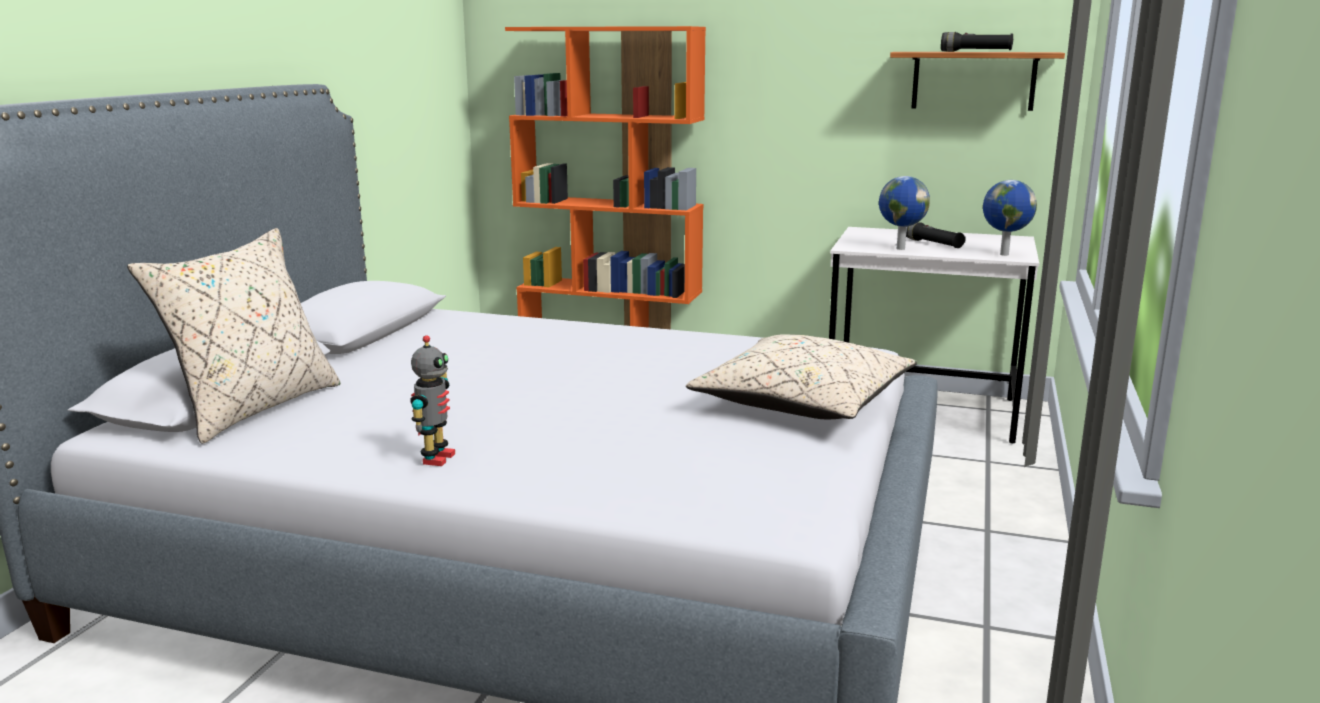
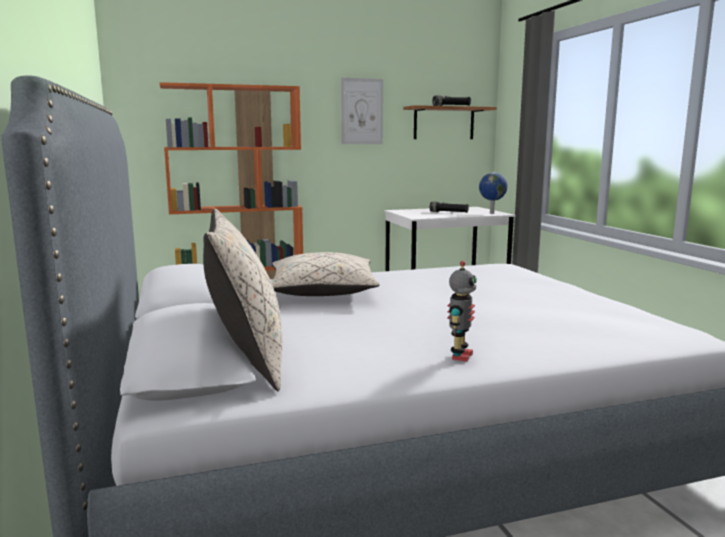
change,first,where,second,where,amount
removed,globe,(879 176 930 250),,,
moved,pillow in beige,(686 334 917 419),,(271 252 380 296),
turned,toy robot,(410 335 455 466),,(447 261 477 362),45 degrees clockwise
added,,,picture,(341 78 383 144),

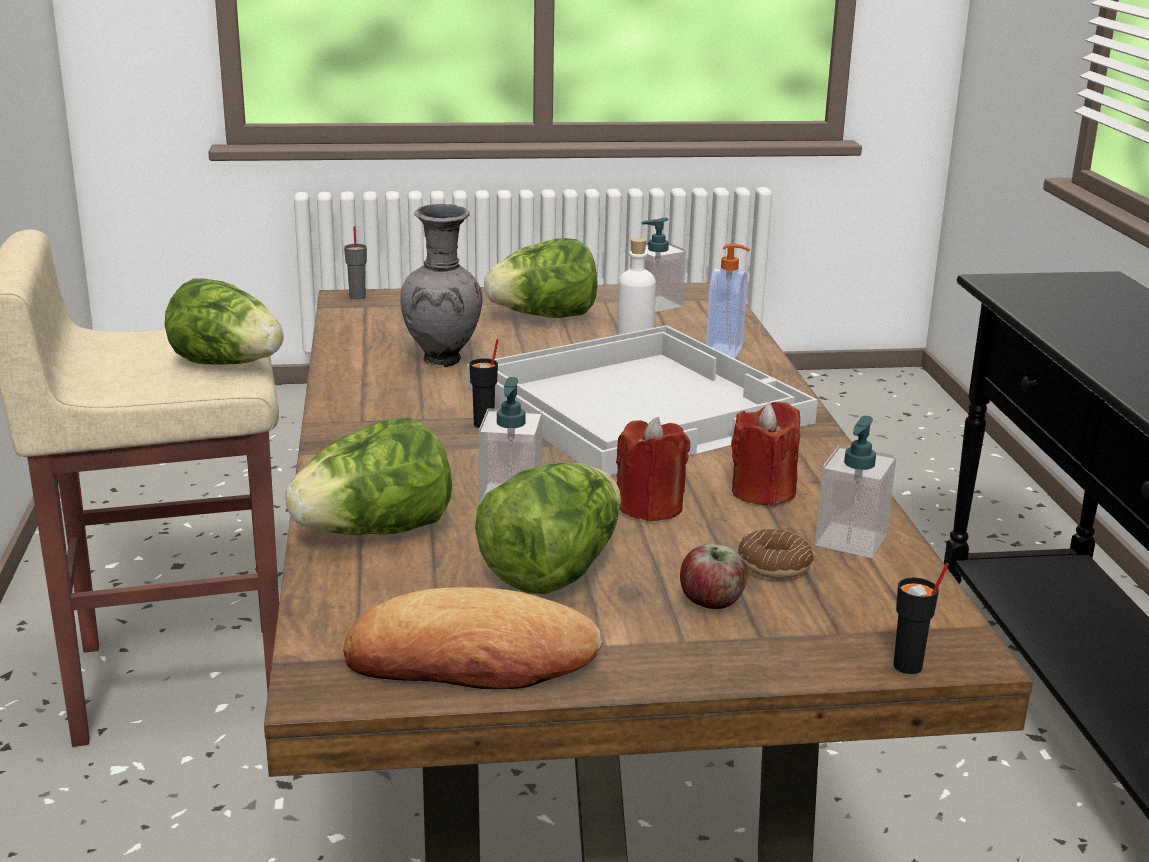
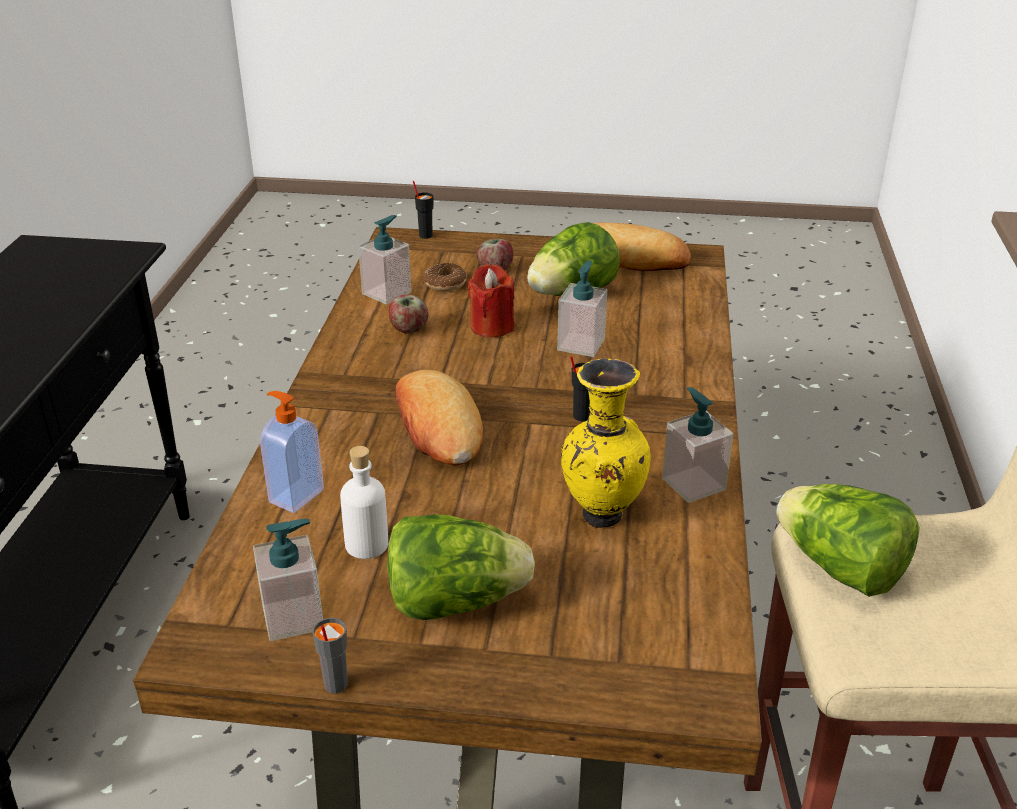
change,first,where,second,where,amount
recoloured,vase in grey,(400 204 482 368),vase in yellow,(561 358 651 528),
moved,cup in grey,(344 227 367 299),,(312 618 348 693),
replaced,tray in white,(467 325 818 476),bread,(395 370 483 465),
replaced,candle in red,(731 402 800 506),apple,(389 295 428 333),
removed,lettuce,(285 418 452 535),,,
added,,,soap dispenser,(662 387 734 503),

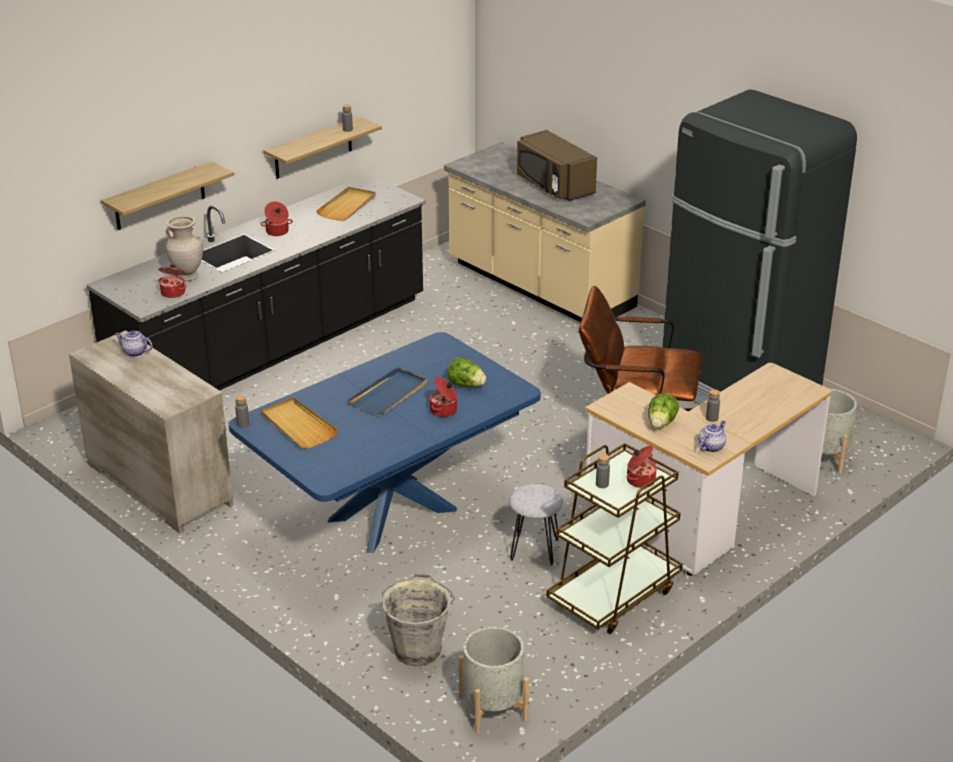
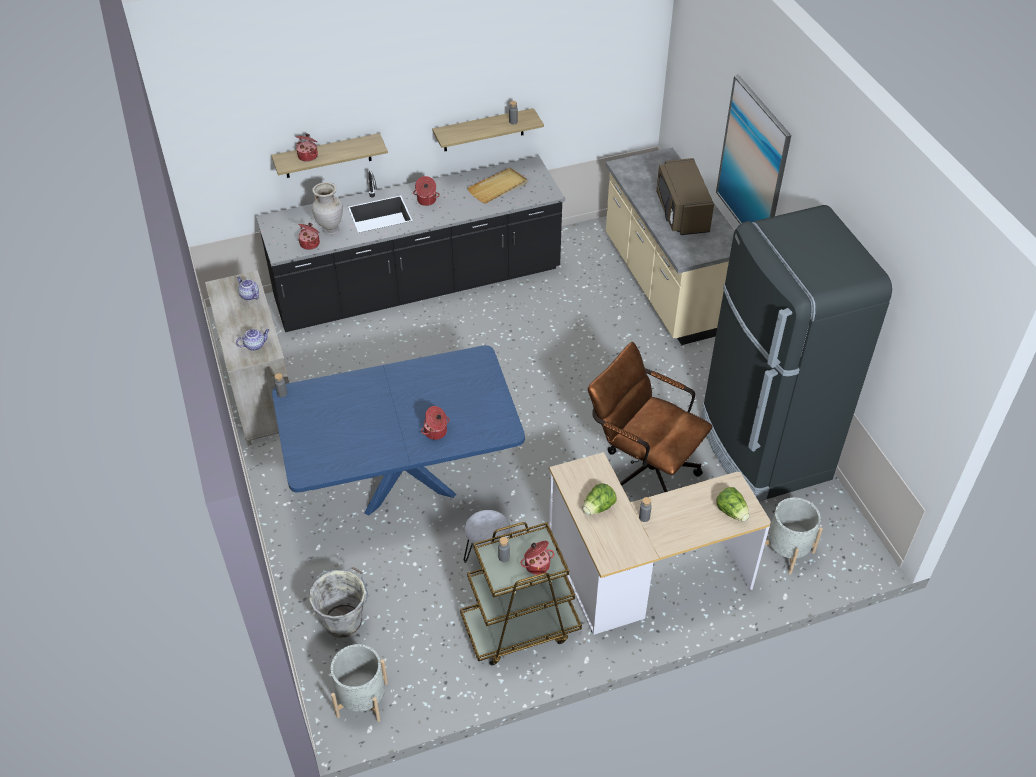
change,first,where,second,where,amount
moved,lettuce,(447 357 486 387),,(716 487 749 521),
removed,tray in blue,(348 367 427 416),,,
removed,tray in beige,(261 398 338 448),,,
moved,teapot,(698 421 726 452),,(236 329 270 351),
added,,,picture,(716 75 791 224),
added,,,cooking pot,(295 133 318 162),

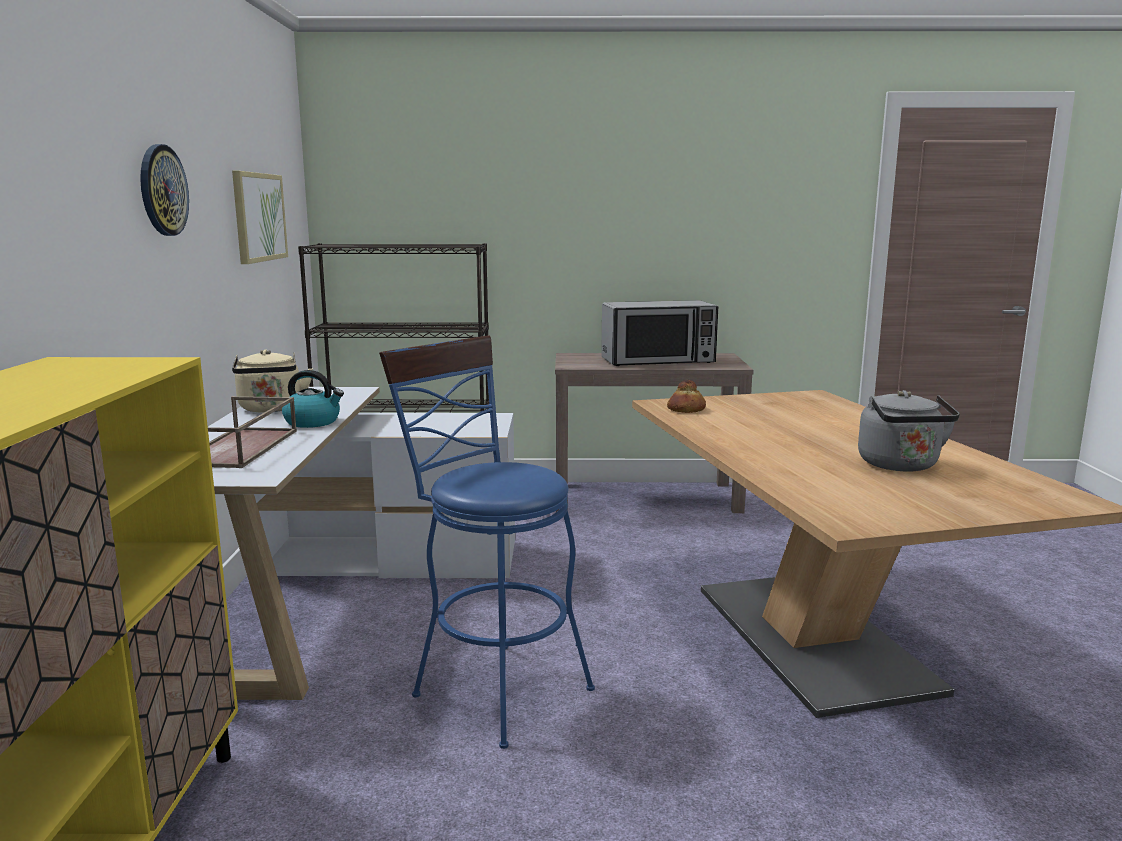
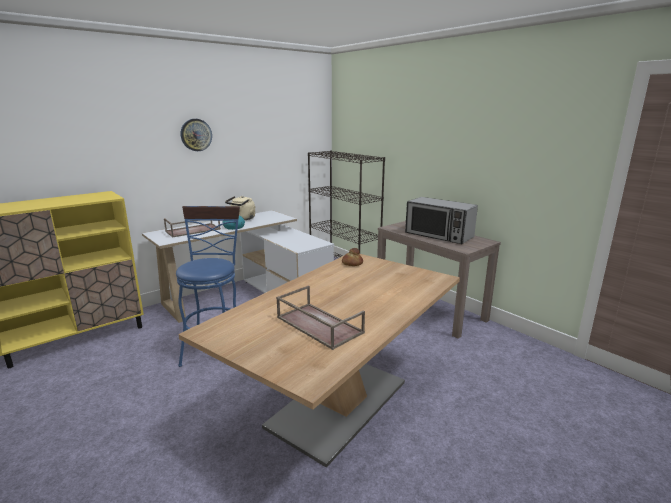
change,first,where,second,where,amount
removed,picture,(232 171 288 264),,,
replaced,kettle in grey,(858 390 960 472),tray in brown,(276 285 365 350),

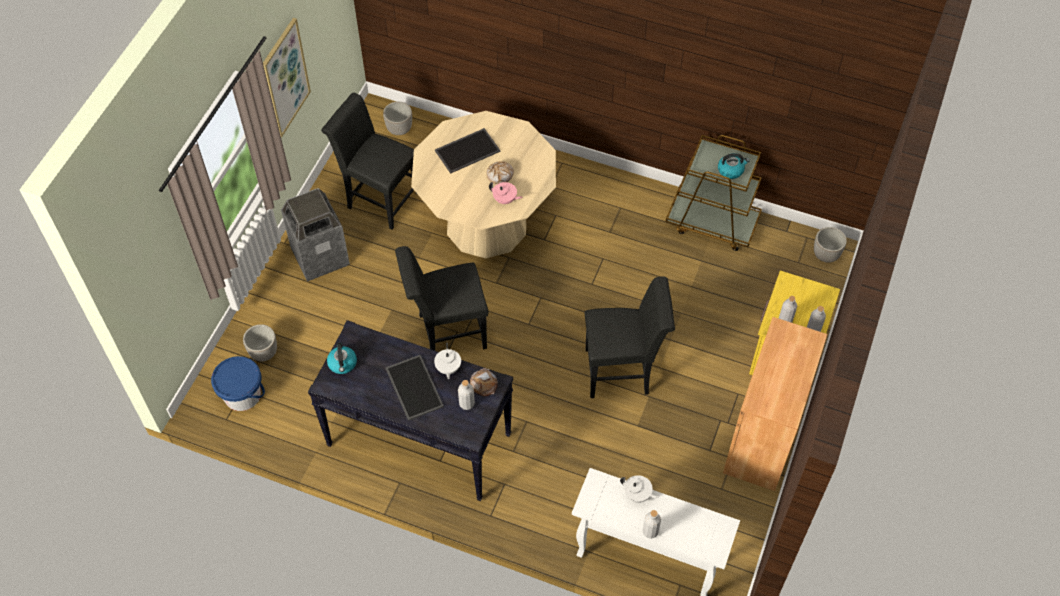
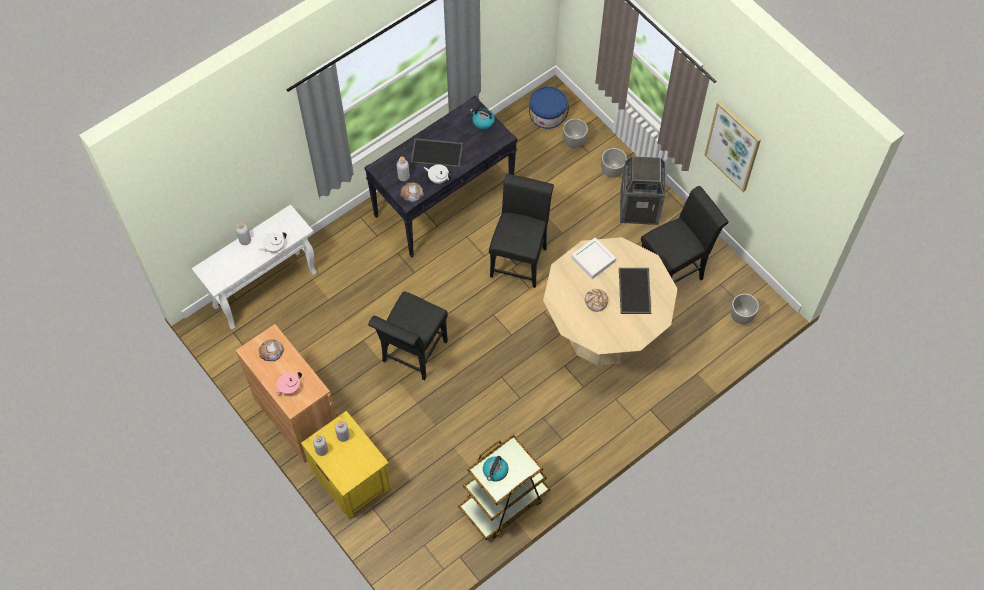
change,first,where,second,where,amount
moved,teapot in pink,(489 182 523 205),,(273 372 302 395),
moved,planter,(814 227 847 263),,(601 148 627 178),
added,,,tray in white,(572 237 616 279),
added,,,bread,(259 339 284 361),

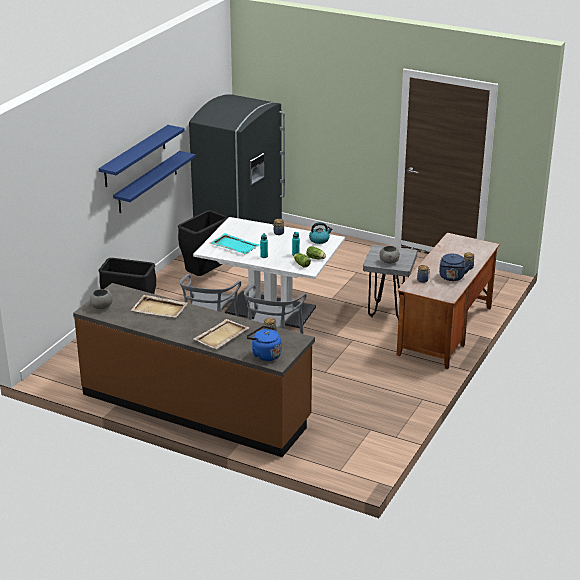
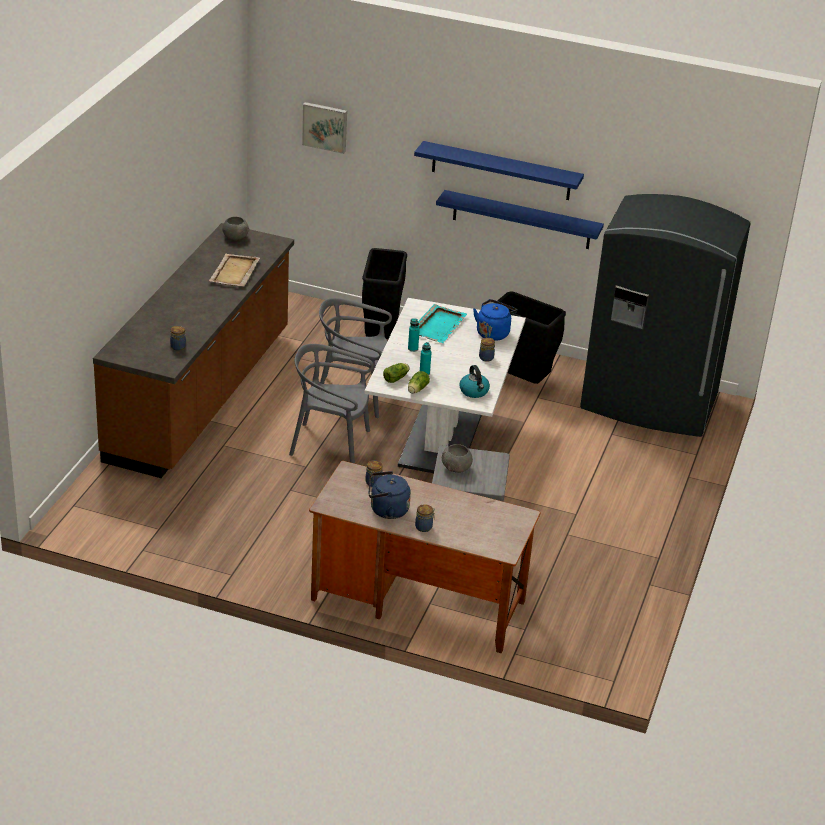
change,first,where,second,where,amount
removed,tray in beige,(194 319 249 349),,,
moved,kettle in blue,(246 326 281 361),,(473 299 517 341),
added,,,picture,(302 102 347 154),

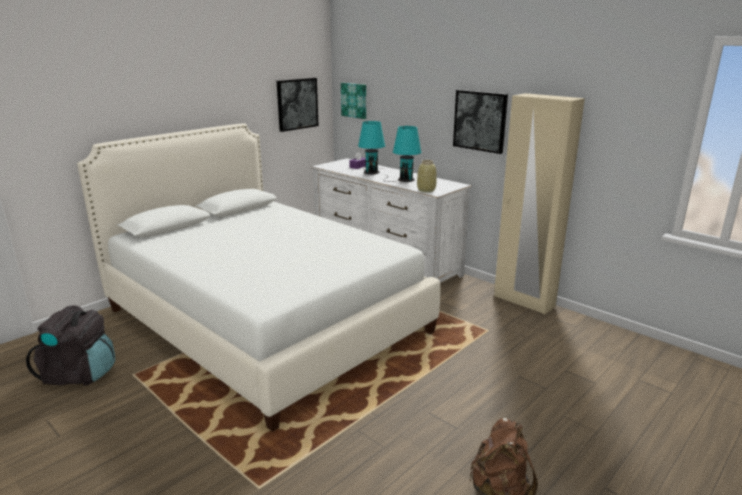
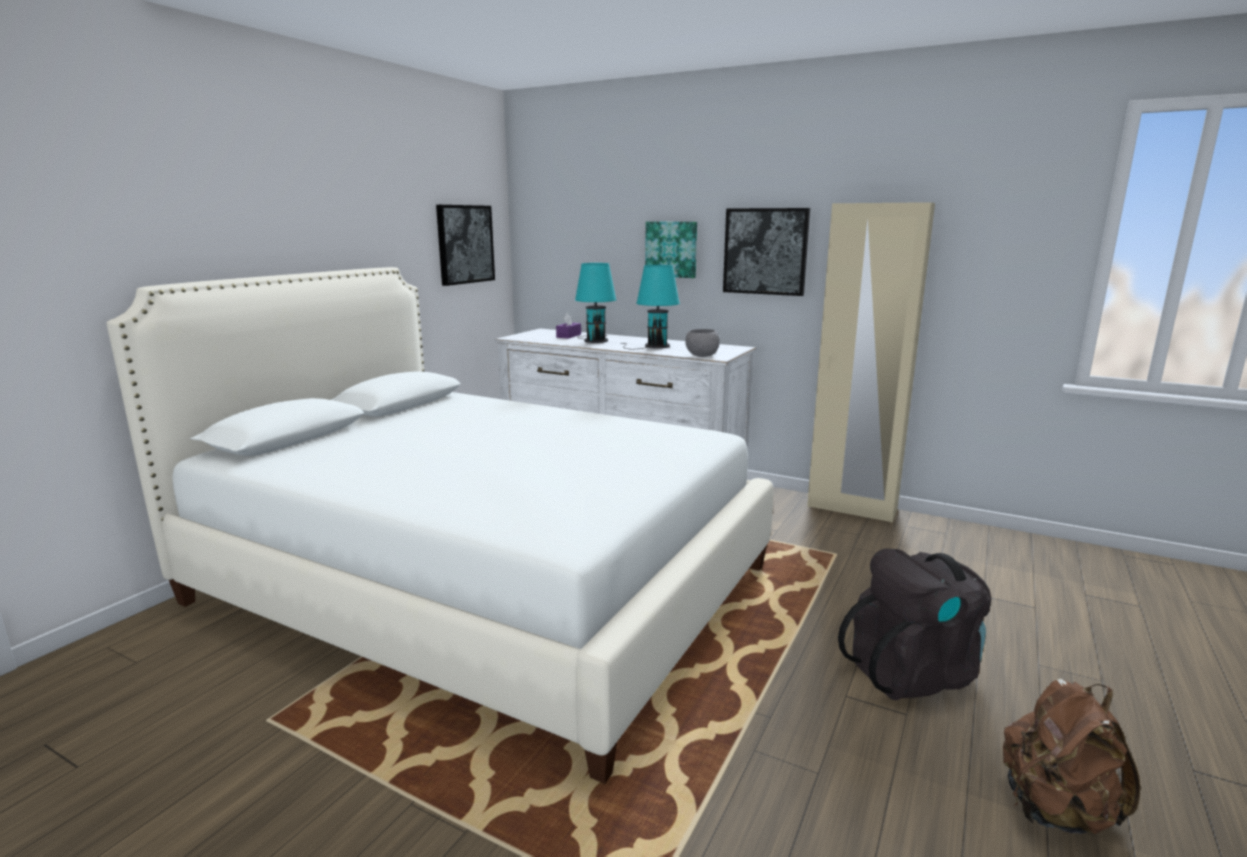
change,first,where,second,where,amount
moved,picture,(341 83 366 119),,(645 222 697 278),
replaced,vase in beige,(417 160 437 193),bowl in grey,(685 329 720 357),
moved,backpack in black,(26 305 115 386),,(838 549 991 700),

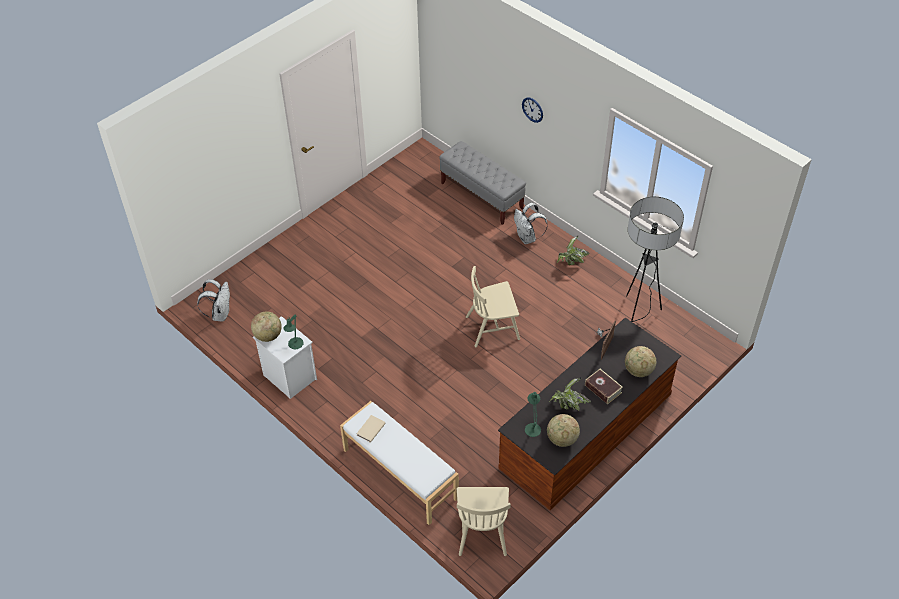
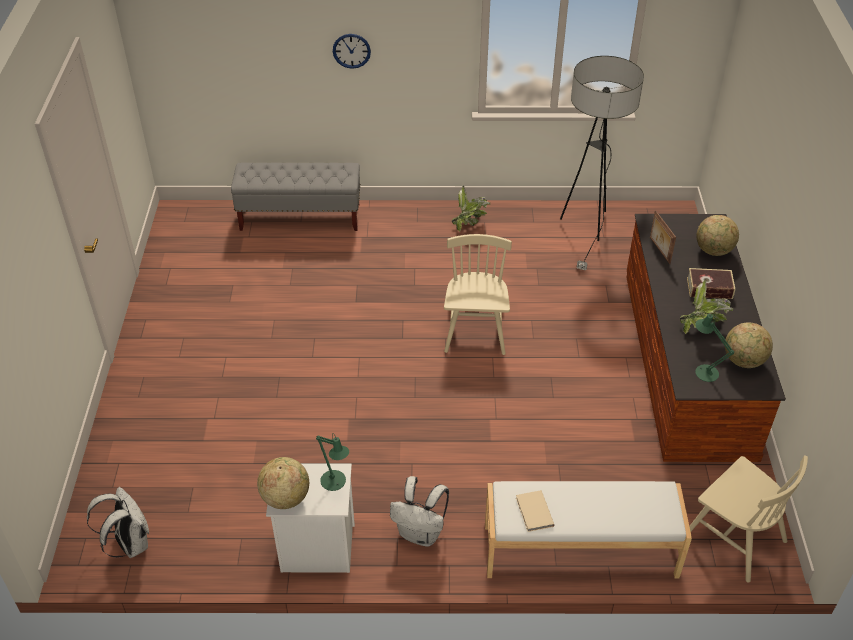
change,first,where,second,where,amount
moved,backpack in white,(514 203 548 244),,(390 476 449 547),
turned,chair in beige,(466 266 520 347),,(444 234 512 355),150 degrees clockwise

